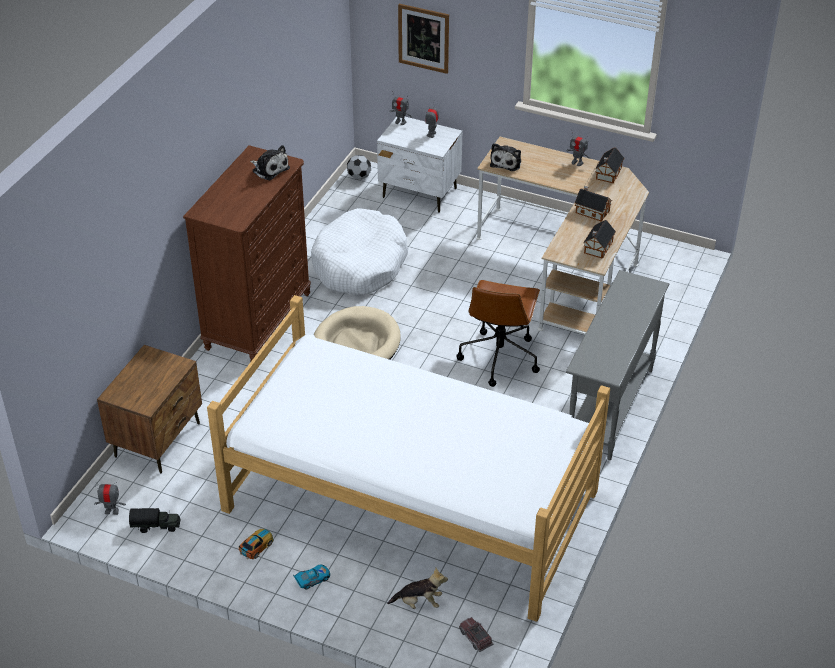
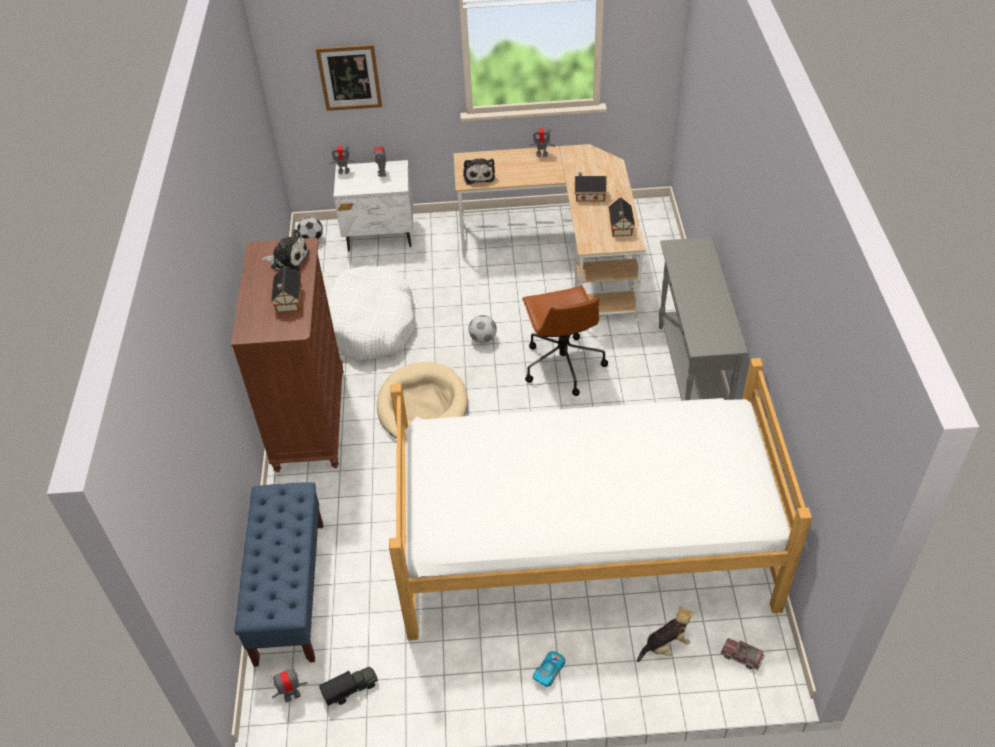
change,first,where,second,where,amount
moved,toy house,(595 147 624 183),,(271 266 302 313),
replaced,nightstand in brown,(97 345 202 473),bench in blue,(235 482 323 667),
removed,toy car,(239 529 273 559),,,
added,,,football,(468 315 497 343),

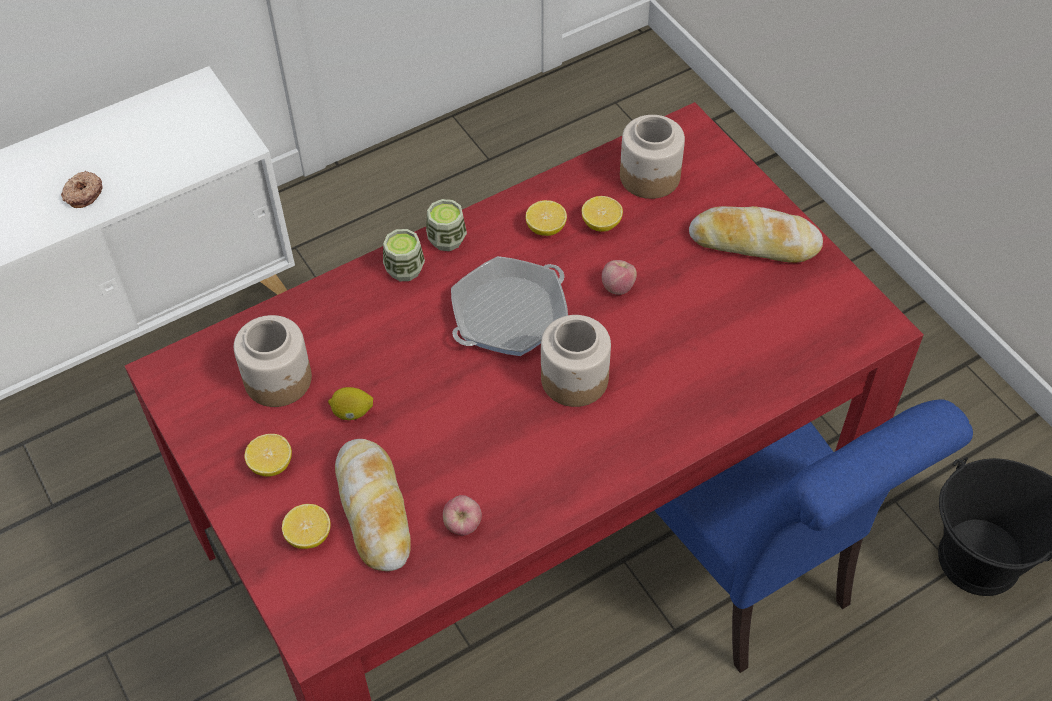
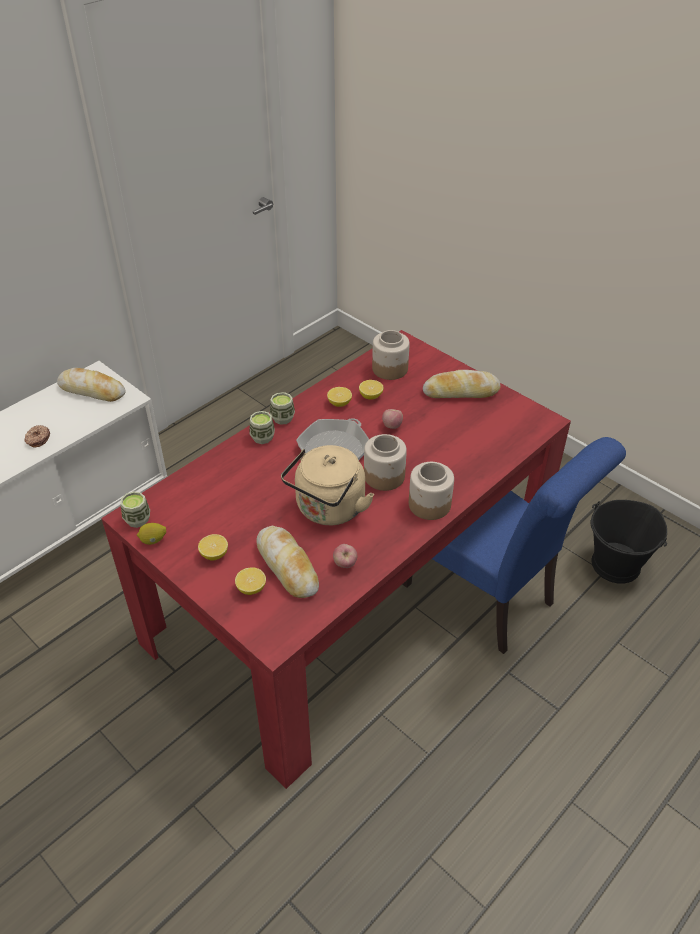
change,first,where,second,where,amount
moved,jar,(234 315 312 407),,(409 462 454 520),
moved,lemon,(328 387 373 420),,(137 523 166 545),
added,,,bread,(57 368 126 402),
added,,,kettle in beige,(281 445 374 525),
added,,,cup,(121 491 150 528),

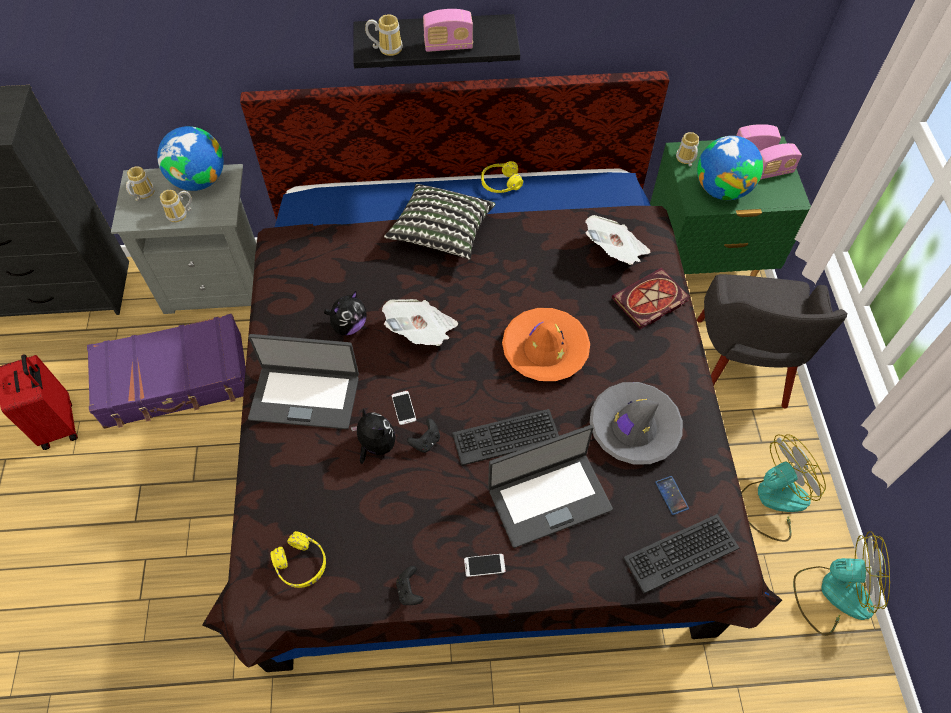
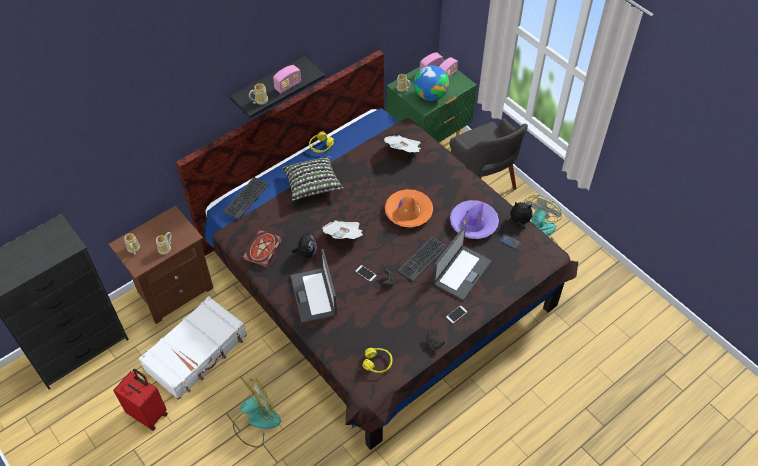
change,first,where,second,where,amount
removed,globe,(157 126 224 191),,,
recoloured,nightstand in grey,(111 164 257 314),nightstand in brown,(109 206 213 324),
moved,book,(612 268 690 329),,(242 229 282 267),
recoloured,suitcase in purple,(87 314 246 429),suitcase in white,(139 296 247 400),
turned,laptop,(248 334 359 429),,(291 249 337 323),105 degrees clockwise
recoloured,hat in grey,(589 382 683 464),hat in purple,(450 200 499 239),
moved,plush toy,(351 408 396 464),,(508 201 533 229),
moved,keyboard,(623 514 740 594),,(223 177 269 220),
moved,fan,(793 531 890 636),,(233 378 281 448),

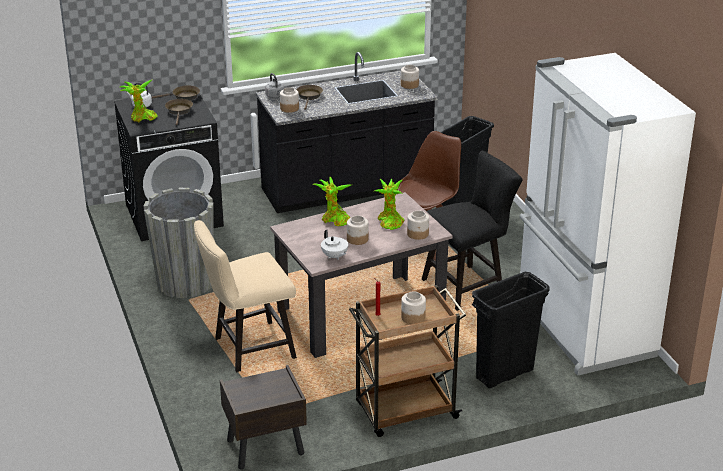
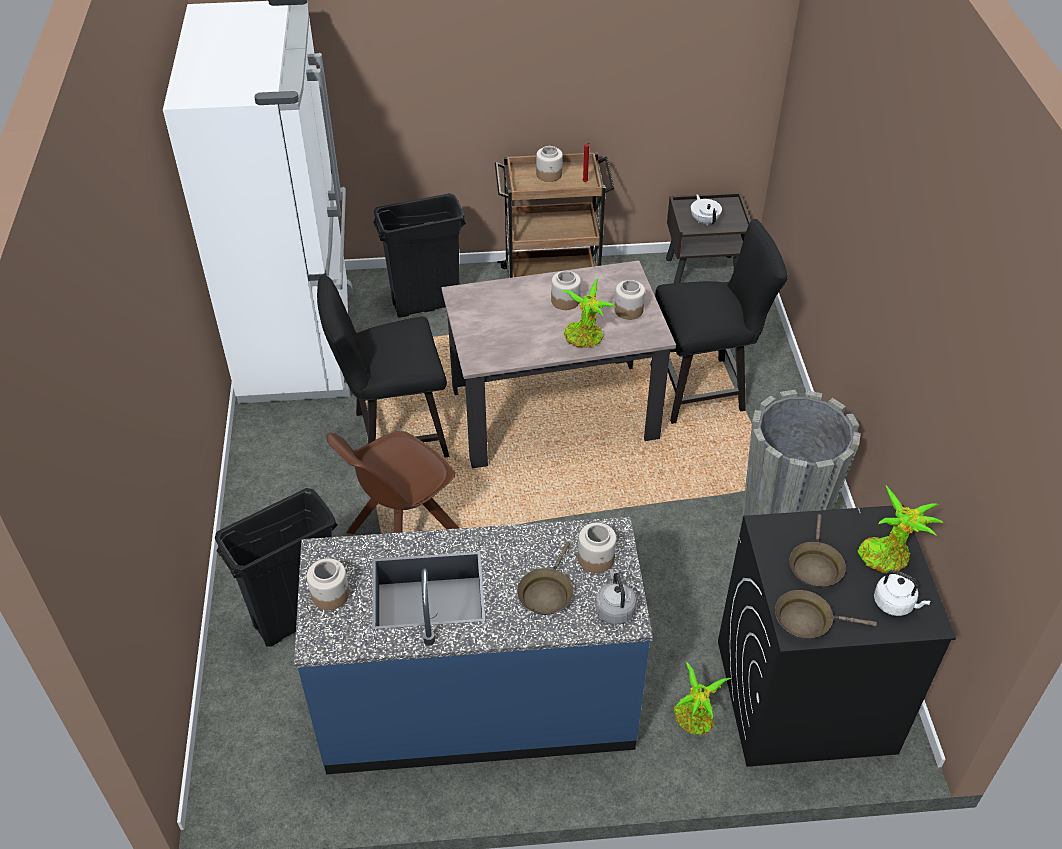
change,first,where,second,where,amount
recoloured,counter in black,(256 52 438 213),counter in blue,(294 517 653 774),
moved,potted plant,(375 178 405 230),,(674 662 732 735),
moved,jar,(407 210 429 240),,(614 280 645 320),
recoloured,chair in beige,(194 220 297 372),chair in black,(650 219 788 424),
moved,teapot in white,(321 229 348 260),,(691 194 722 226),

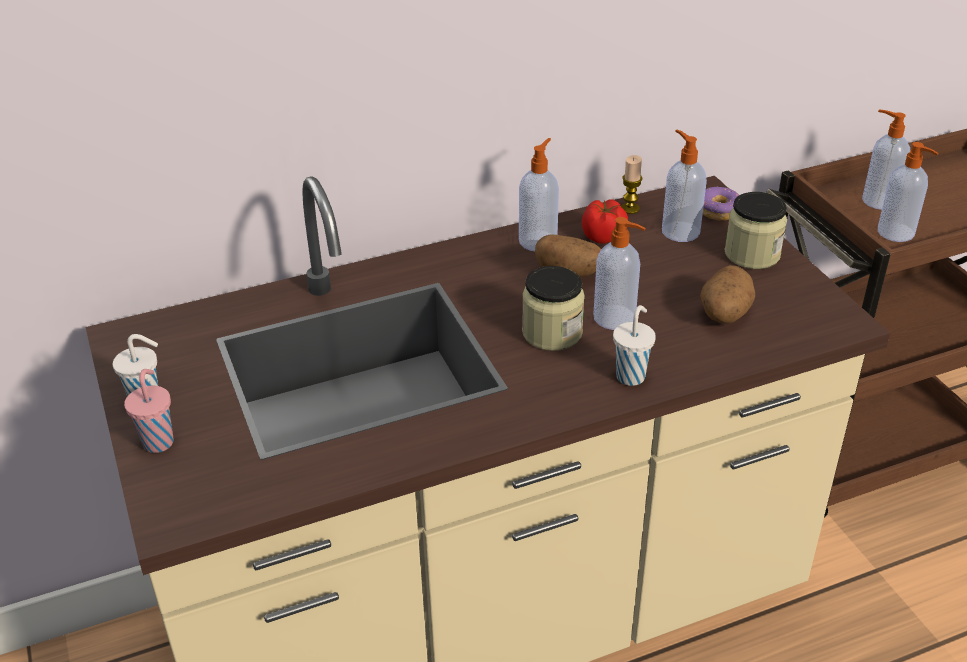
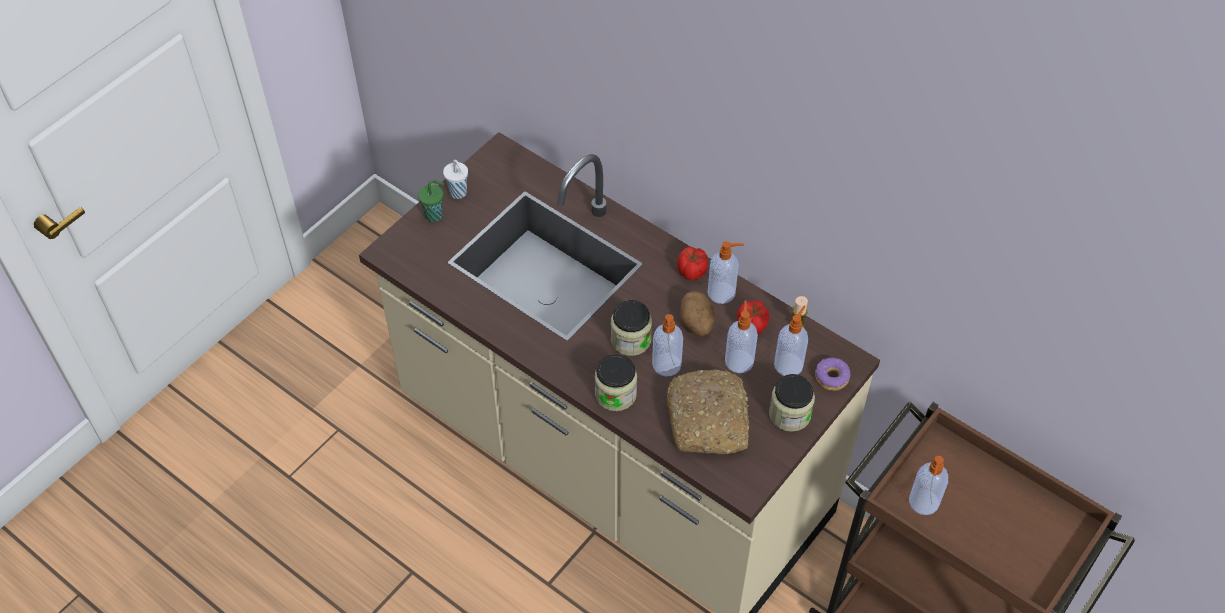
change,first,where,second,where,amount
moved,soap dispenser,(862 110 910 210),,(725 300 758 373),
replaced,potato,(700 265 755 324),bread,(666 369 749 454),
replaced,cup in white,(613 305 656 386),jar,(595 355 637 411),
recoloured,cup in pink,(124 369 174 453),cup in green,(418 180 444 222),
added,,,tomato,(677 247 708 280),

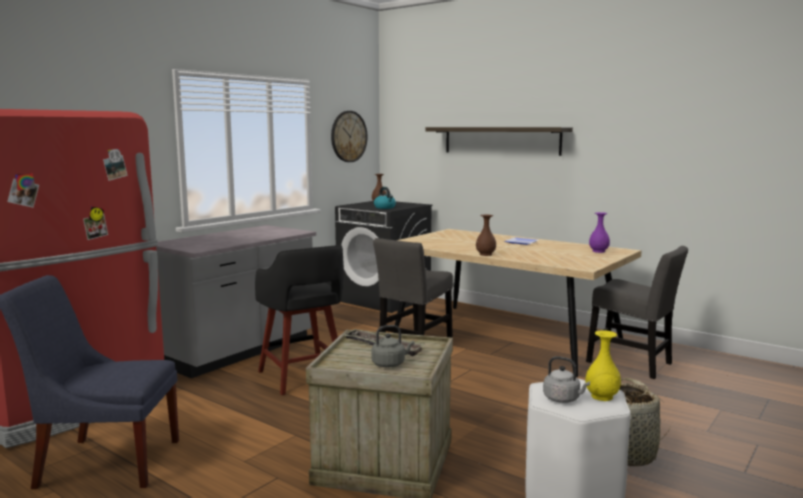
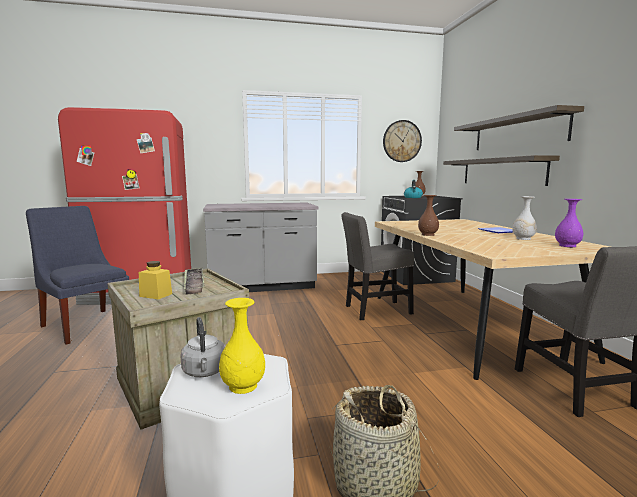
change,first,where,second,where,amount
removed,stool in black,(255 245 344 395),,,
replaced,kettle in grey,(371 325 414 367),jar in yellow,(139 261 172 299),
added,,,shelf,(443 155 560 186),
added,,,vase in white,(512 196 537 240),

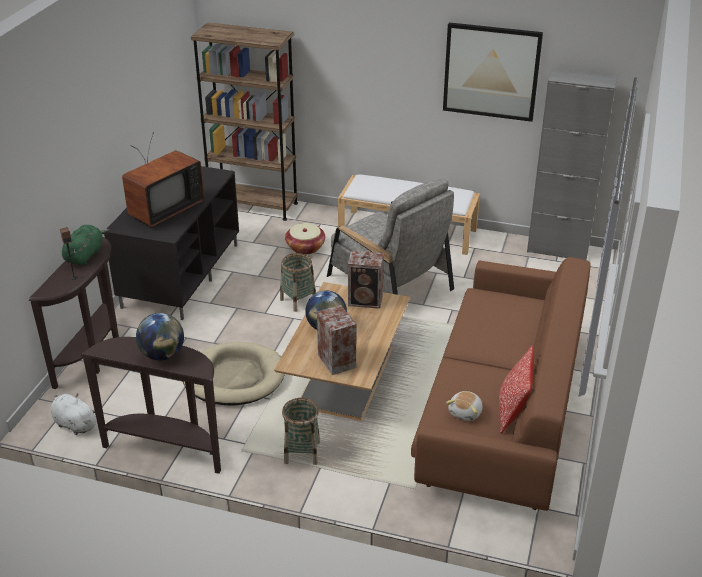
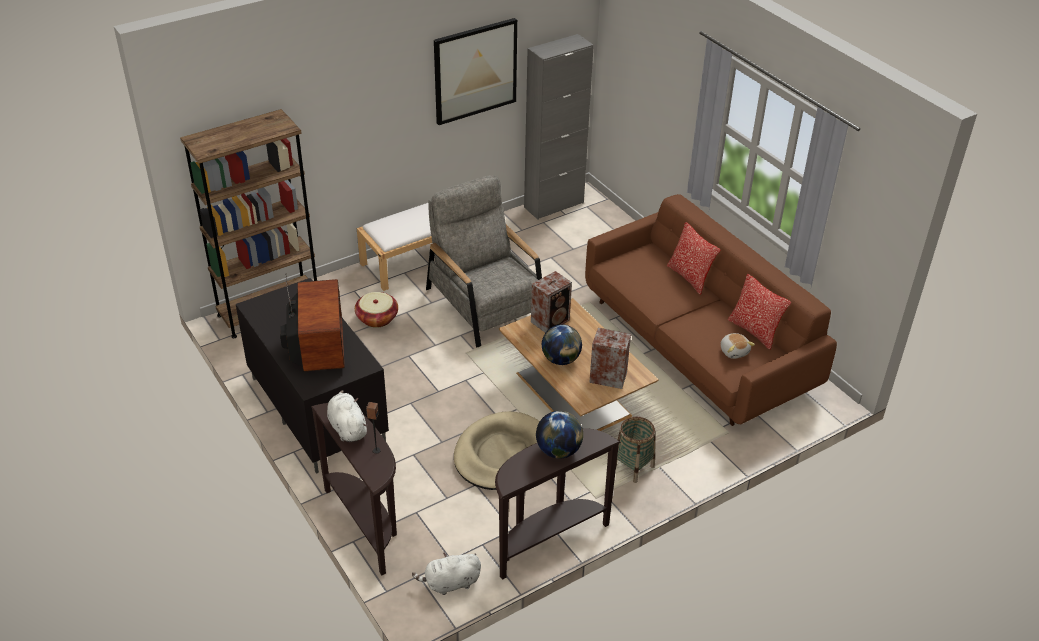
change,first,where,second,where,amount
turned,armchair in grey,(327 178 454 295),,(426 175 542 348),120 degrees counterclockwise
recoloured,plush toy in green,(62 225 109 265),plush toy in white,(327 390 368 442),
removed,basket,(280 253 316 312),,,
added,,,pillow,(667 222 720 295),

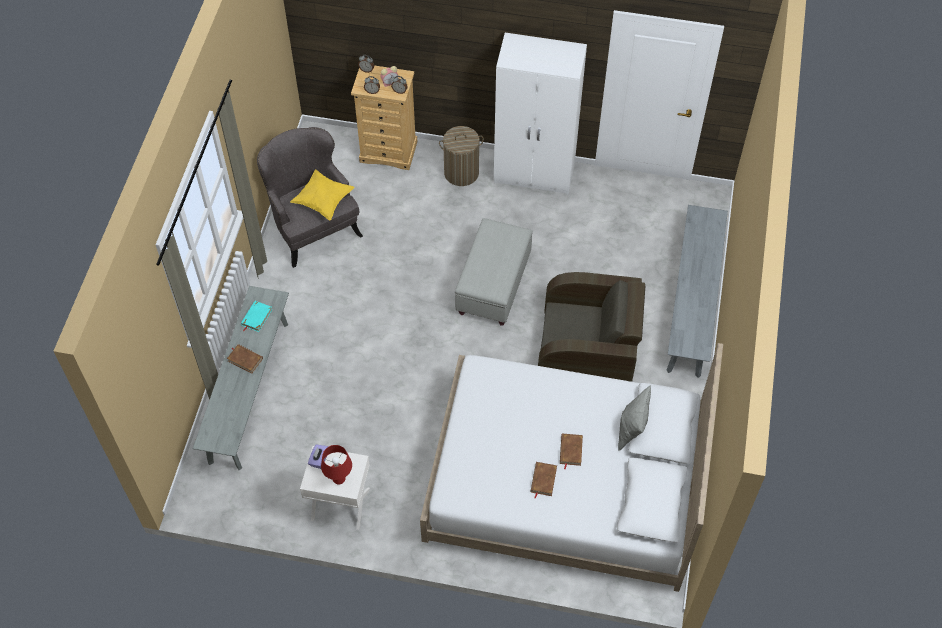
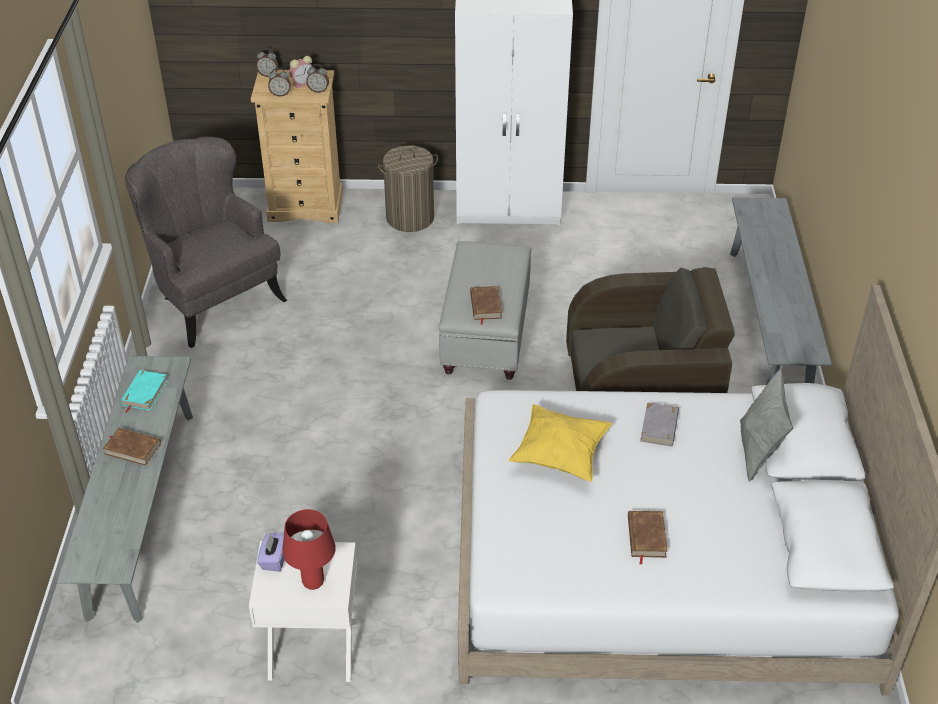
change,first,where,second,where,amount
moved,pillow in yellow,(290 170 355 221),,(509 404 612 482),
moved,book in brown,(560 433 583 469),,(470 286 502 325),
added,,,book in grey,(640 402 679 446),

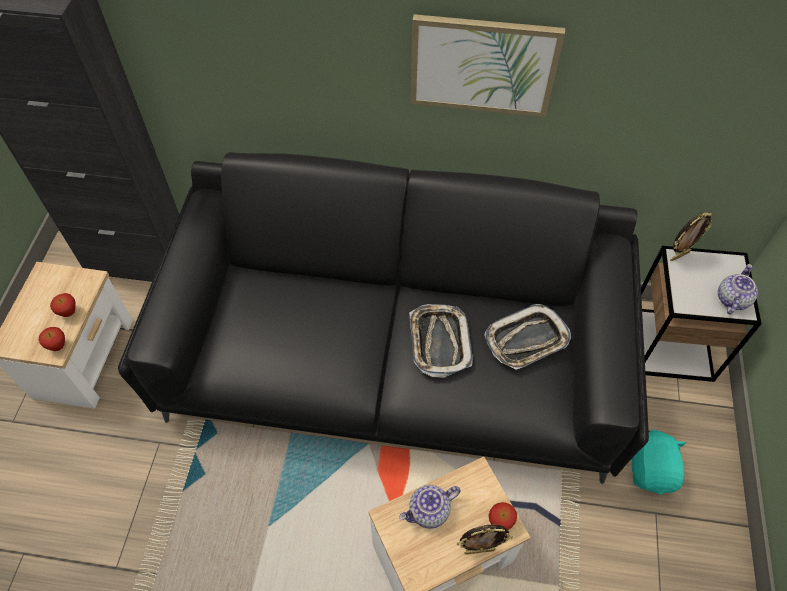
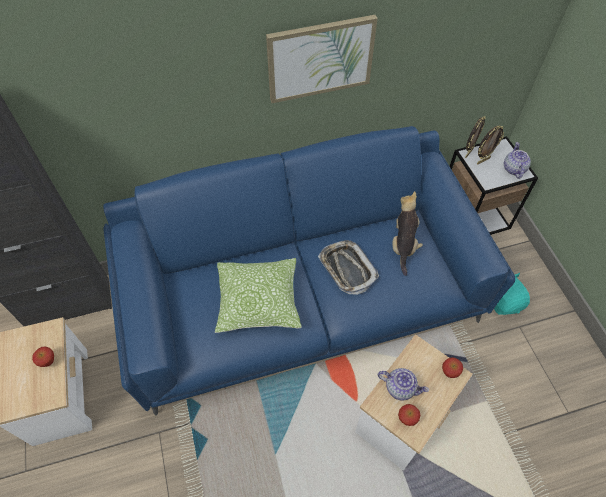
change,first,where,second,where,amount
recoloured,sofa in black,(118 152 649 484),sofa in blue,(103 126 515 416),
replaced,tray,(484 304 571 370),plush toy,(392 191 423 276),
moved,apple,(39 327 65 351),,(398 404 420 426),
turned,teapot,(399 485 461 529),,(378 368 429 400),105 degrees counterclockwise
moved,picture frame,(457 525 513 554),,(477 125 504 165),
added,,,pillow,(215 258 302 333),

